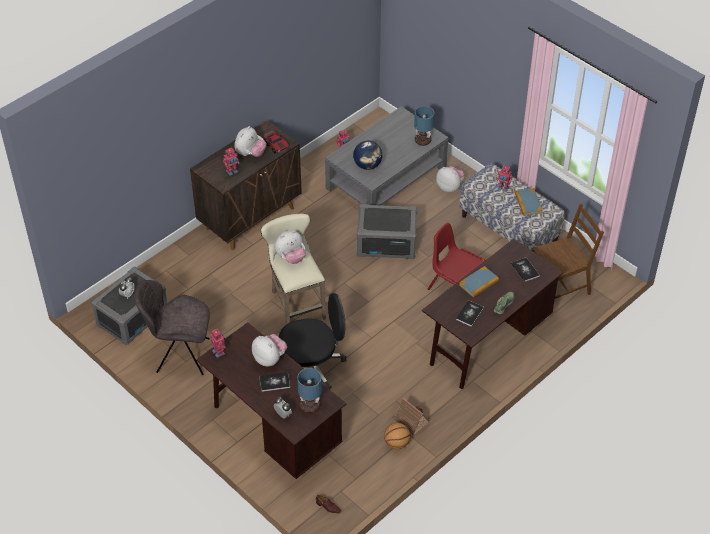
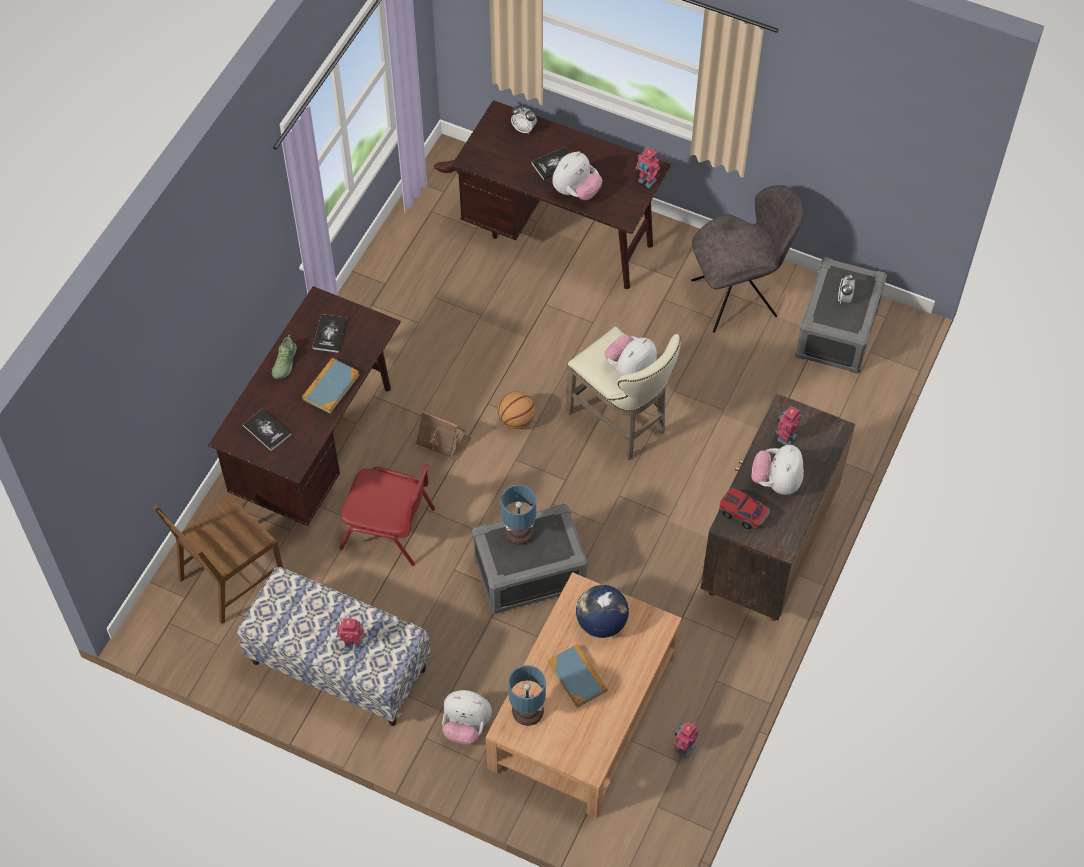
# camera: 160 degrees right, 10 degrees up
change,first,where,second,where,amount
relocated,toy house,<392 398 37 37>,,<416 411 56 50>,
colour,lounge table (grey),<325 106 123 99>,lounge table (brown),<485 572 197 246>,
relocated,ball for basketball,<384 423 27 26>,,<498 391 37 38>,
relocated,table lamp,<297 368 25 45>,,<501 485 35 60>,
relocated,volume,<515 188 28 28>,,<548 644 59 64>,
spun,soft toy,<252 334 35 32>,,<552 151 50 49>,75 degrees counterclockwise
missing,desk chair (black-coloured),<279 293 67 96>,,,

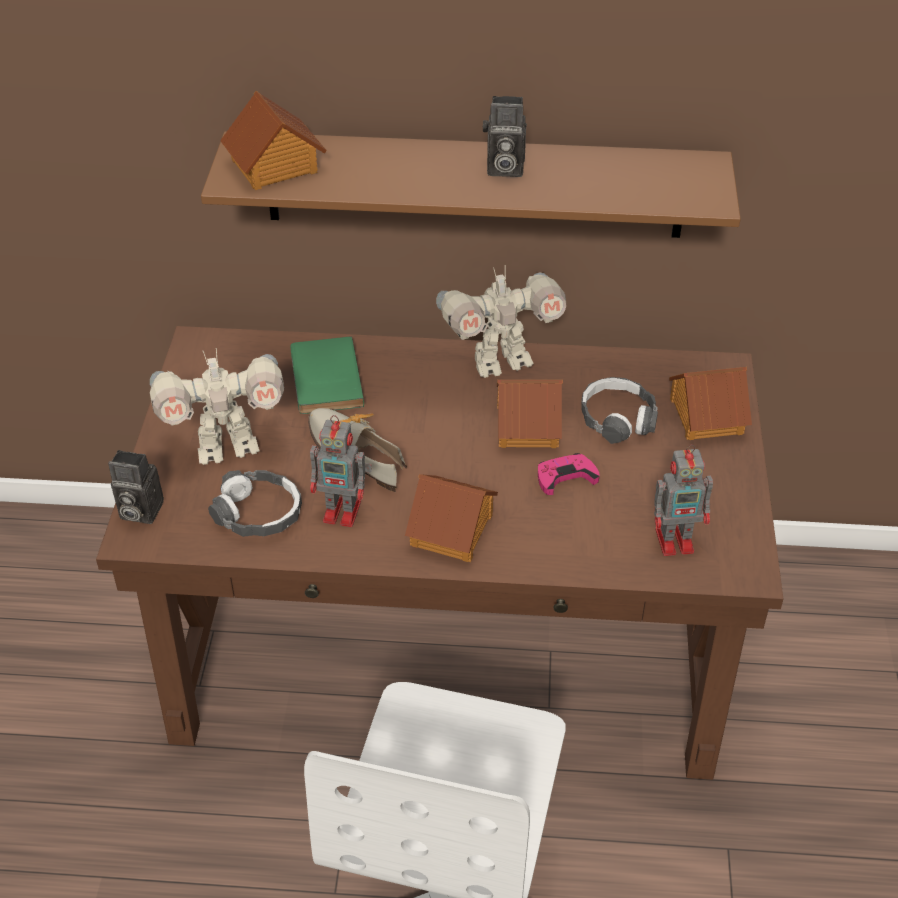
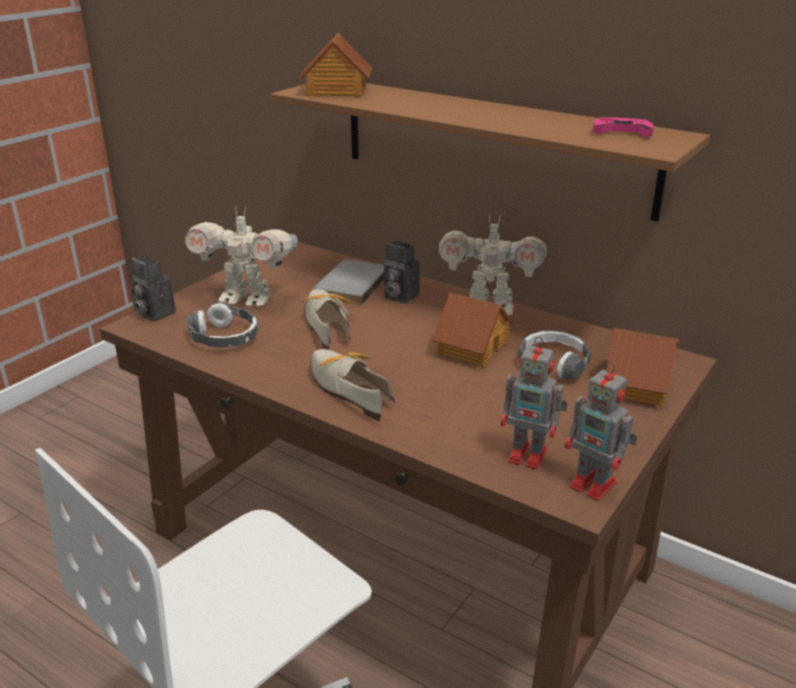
# camera: 30 degrees right, 15 degrees down
change,first,where,second,where,amount
exchanged,toy house,<405 474 93 88>,item of footwear,<310 349 85 72>,
colour,volume (green-coloured),<290 337 74 77>,volume (grey),<314 259 70 46>,
relocated,photo camera,<483 96 44 81>,,<384 241 36 63>,
relocated,model robot,<310 415 62 112>,,<565 361 73 140>,
relocated,joypad (pink-coloured),<538 453 62 42>,,<593 117 61 20>,

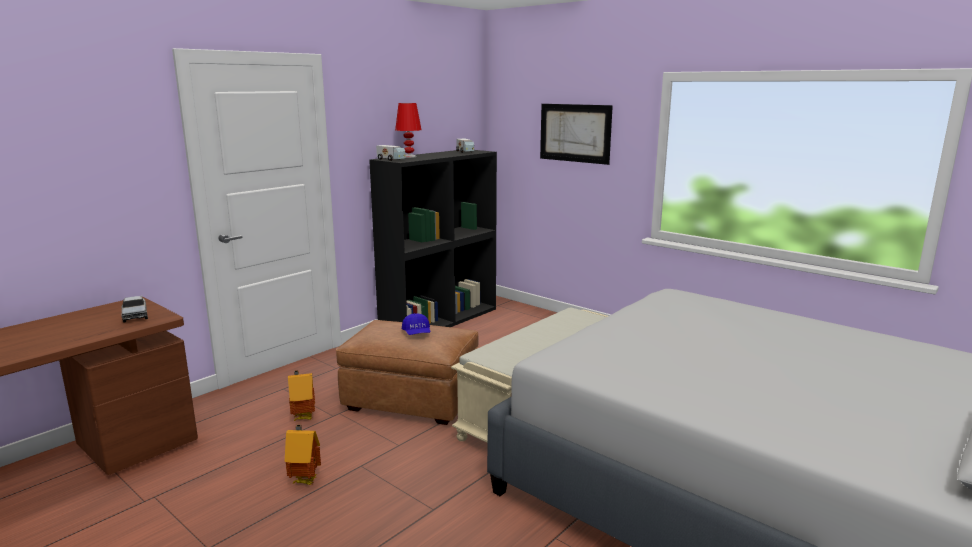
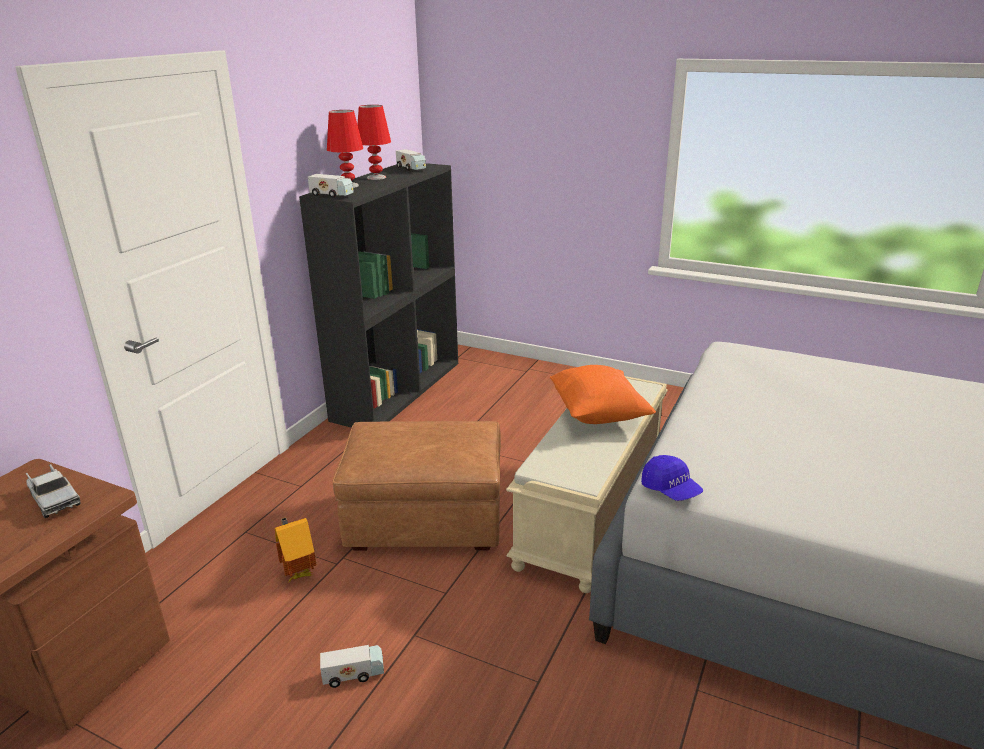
# camera: 15 degrees left, 10 degrees up
change,first,where,second,where,amount
exchanged,toy house,<285 425 36 60>,toy lorry,<320 645 64 43>,
appeared,,,table lamp (red),<357 105 34 75>,
appeared,,,cushion (orange-coloured),<550 365 106 59>,
relocated,peaked cap (blue),<402 313 28 22>,,<641 455 62 46>,
missing,wall picture,<540 104 73 61>,,,

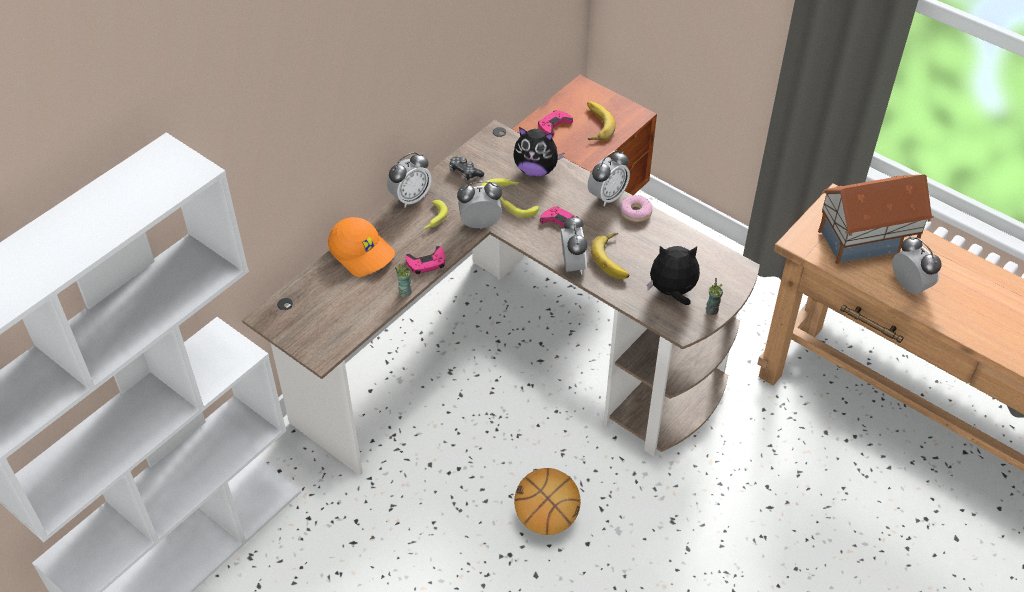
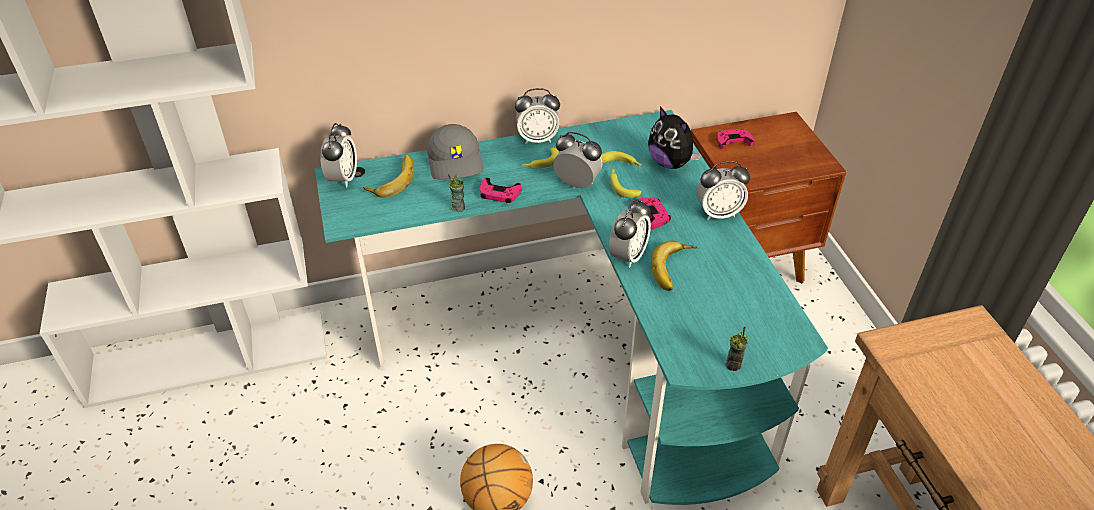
# camera: 35 degrees right, 5 degrees down
change,first,where,second,where,amount
colour,desk unit (brown),<242 120 518 356>,desk unit (turquoise),<315 110 513 395>,
relocated,alarm clock,<892 236 50 58>,,<320 123 37 64>,
relocated,banana,<587 102 29 39>,,<363 154 51 44>,
colour,peaked cap (orange-coloured),<328 217 67 60>,peaked cap (grey),<427 124 57 55>,
missing,joypad,<449 157 35 23>,,,
missing,donut,<621 195 31 27>,,,
missing,soft toy,<647 246 53 59>,,,
missing,toy house,<818 175 116 89>,,,

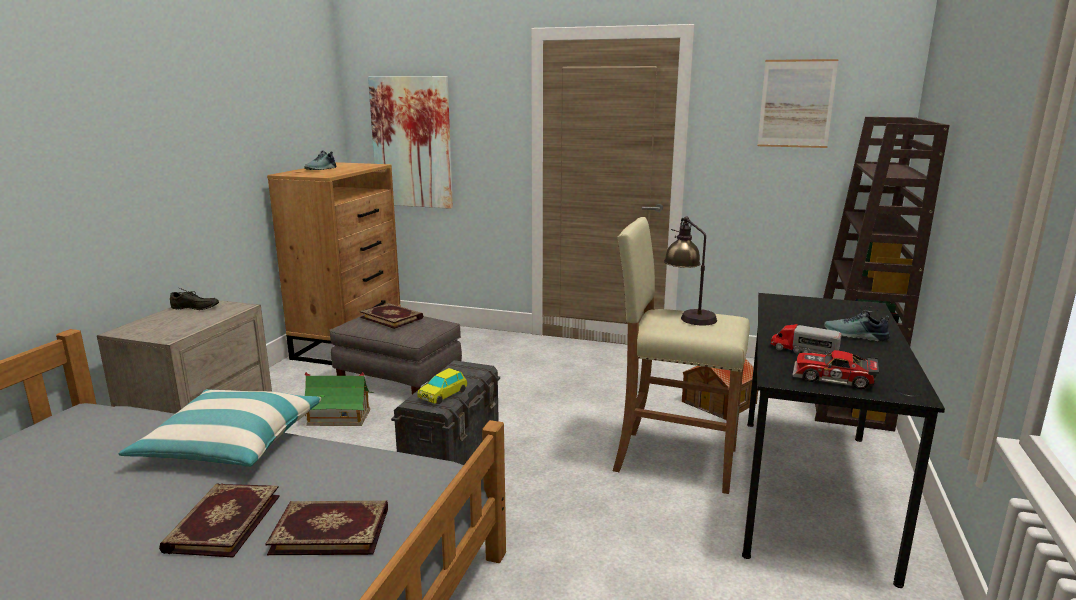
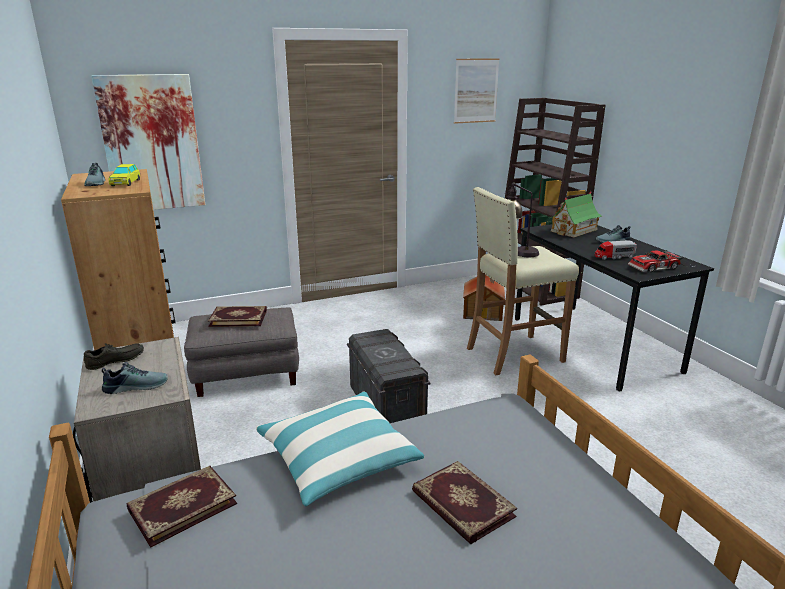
# camera: 40 degrees left, 5 degrees up
change,first,where,second,where,amount
appeared,,,item of footwear,<102 362 66 32>,
relocated,toy car,<417 368 50 36>,,<109 164 31 22>,
relocated,volume,<266 501 122 54>,,<126 466 111 82>,
relocated,toy house,<305 372 69 54>,,<550 191 53 47>,

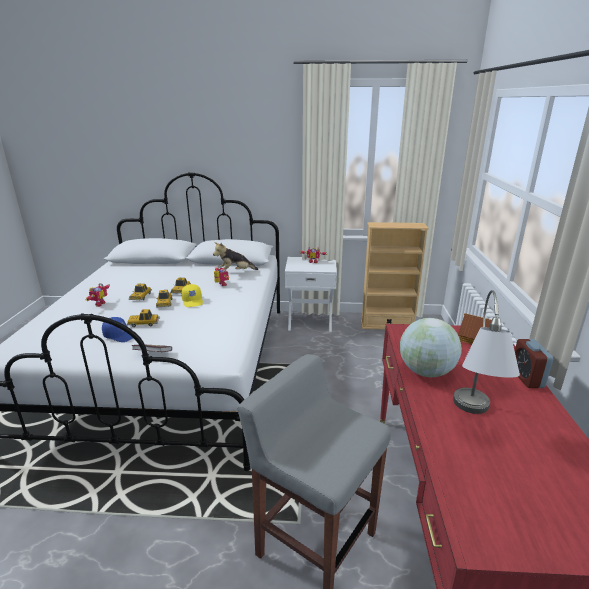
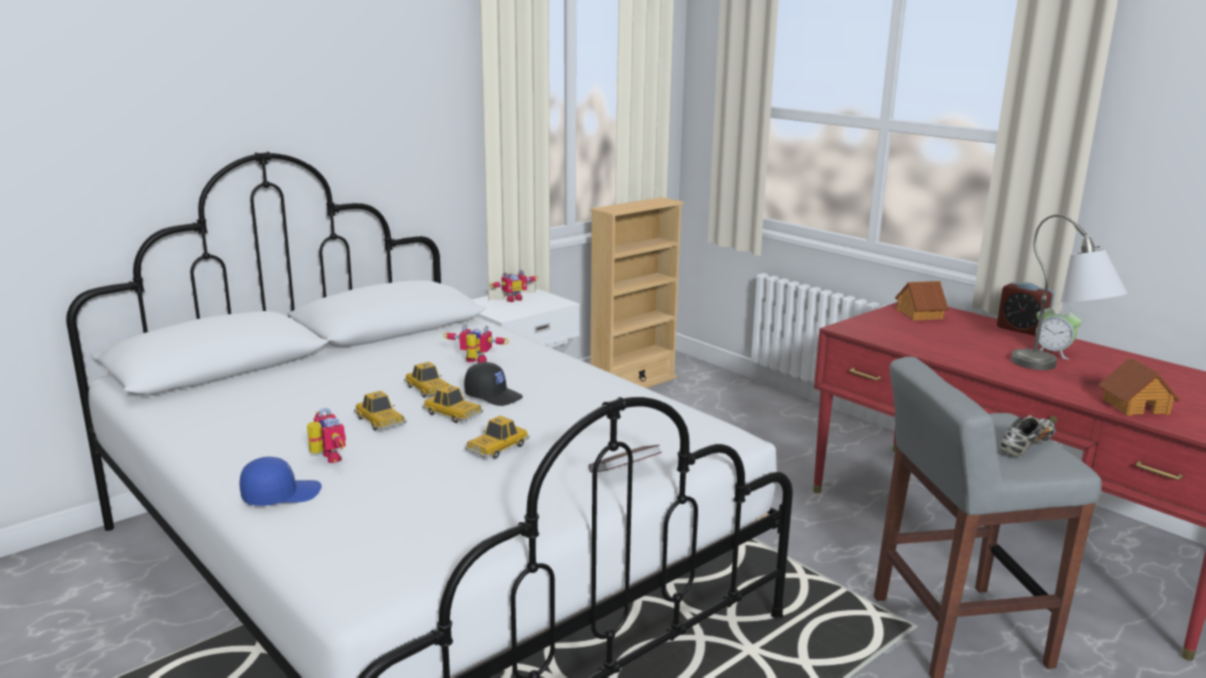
# camera: 45 degrees left, 5 degrees down
change,first,where,second,where,amount
relocated,peaked cap (blue),<102 317 35 25>,,<240 457 82 49>,
colour,peaked cap (yellow-coloured),<181 284 22 23>,peaked cap (black-coloured),<464 362 59 44>,
appeared,,,item of footwear,<1000 415 56 42>,
appeared,,,alarm clock,<1036 303 46 57>,
appeared,,,toy house,<1098 358 82 58>,
missing,soft toy,<213 242 45 29>,,,
missing,desk globe,<400 318 62 59>,,,

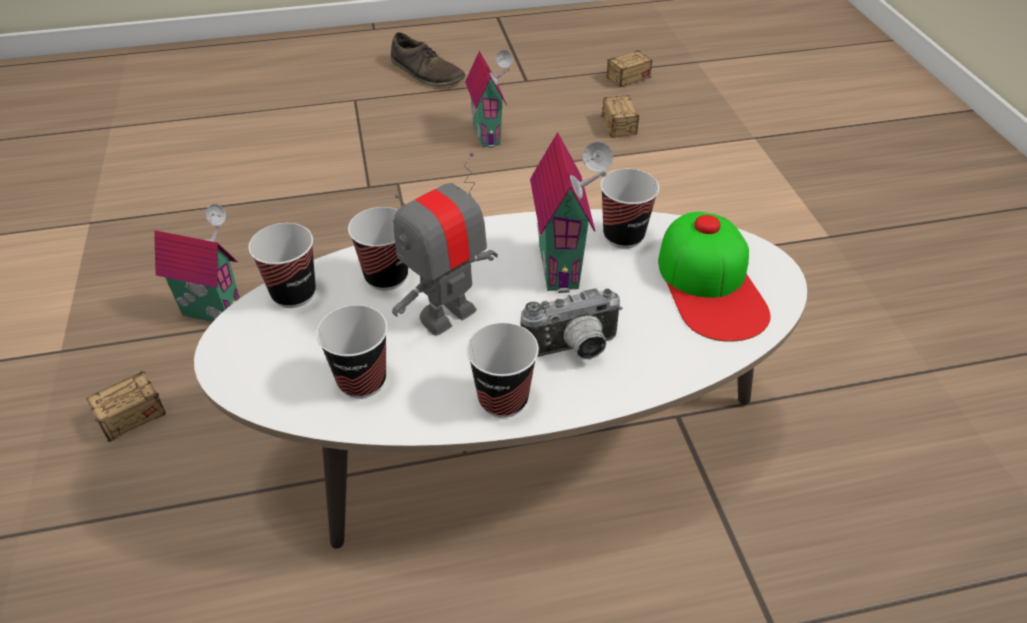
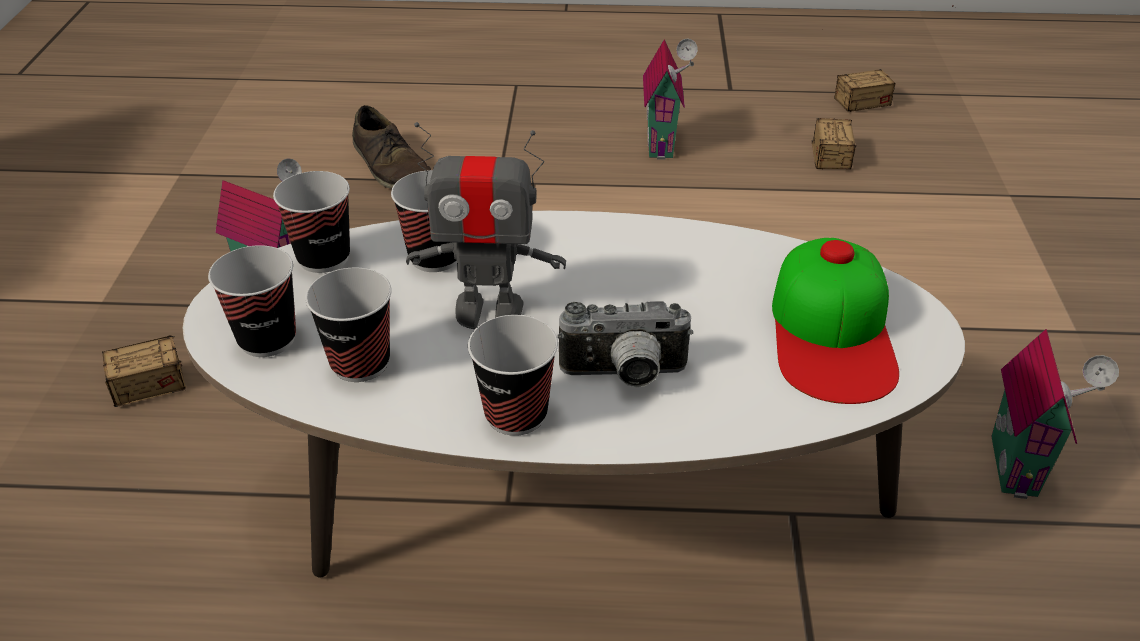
# camera: 15 degrees right, 5 degrees down
change,first,where,second,where,amount
relocated,cup,<600 169 59 79>,,<208 245 88 112>,
relocated,item of footwear (brown),<391 32 74 54>,,<352 105 79 84>,
spun,model robot,<392 152 106 184>,,<406 122 160 207>,150 degrees counterclockwise
relocated,toy house,<530 132 83 161>,,<991 329 128 170>,

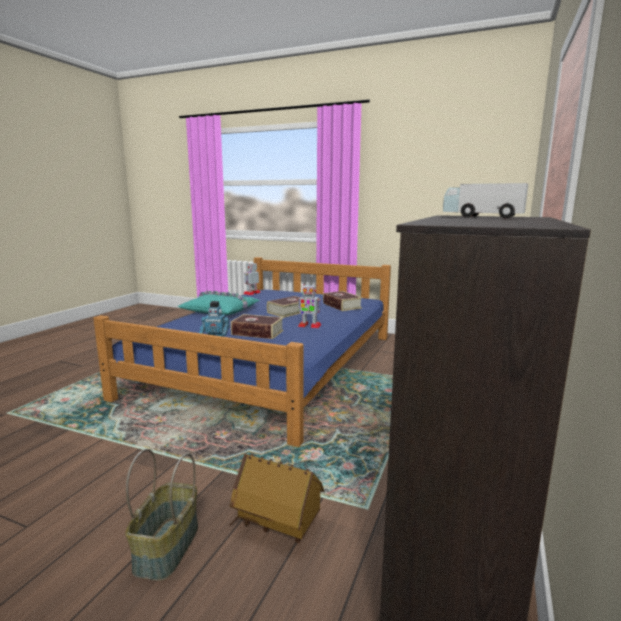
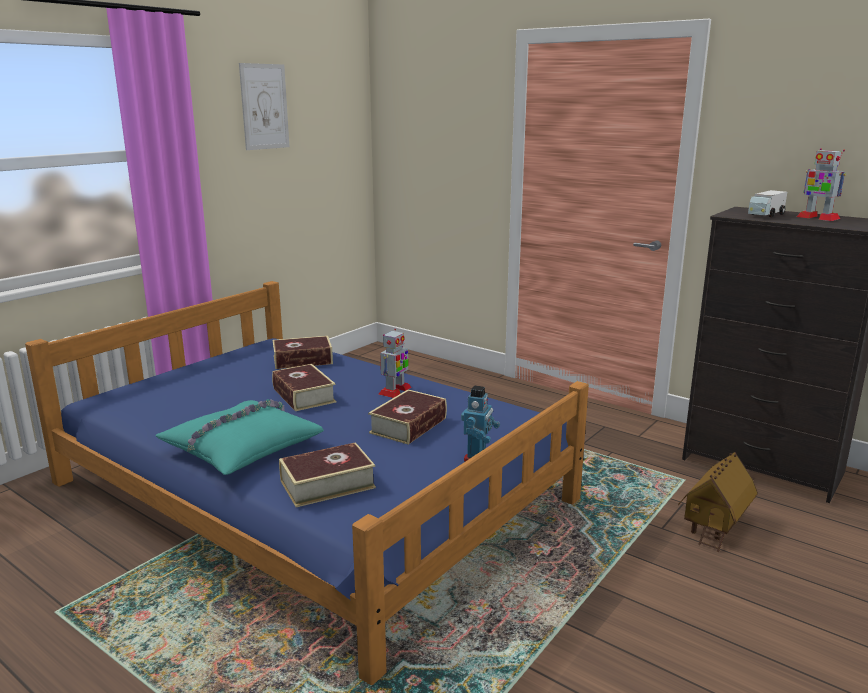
# camera: 75 degrees left, 5 degrees up
change,first,where,second,where,amount
appeared,,,wall picture,<239 63 50 87>,
appeared,,,volume,<279 442 97 65>,
relocated,model robot,<244 263 17 32>,,<797 148 49 73>,
missing,basket,<125 449 73 132>,,,

